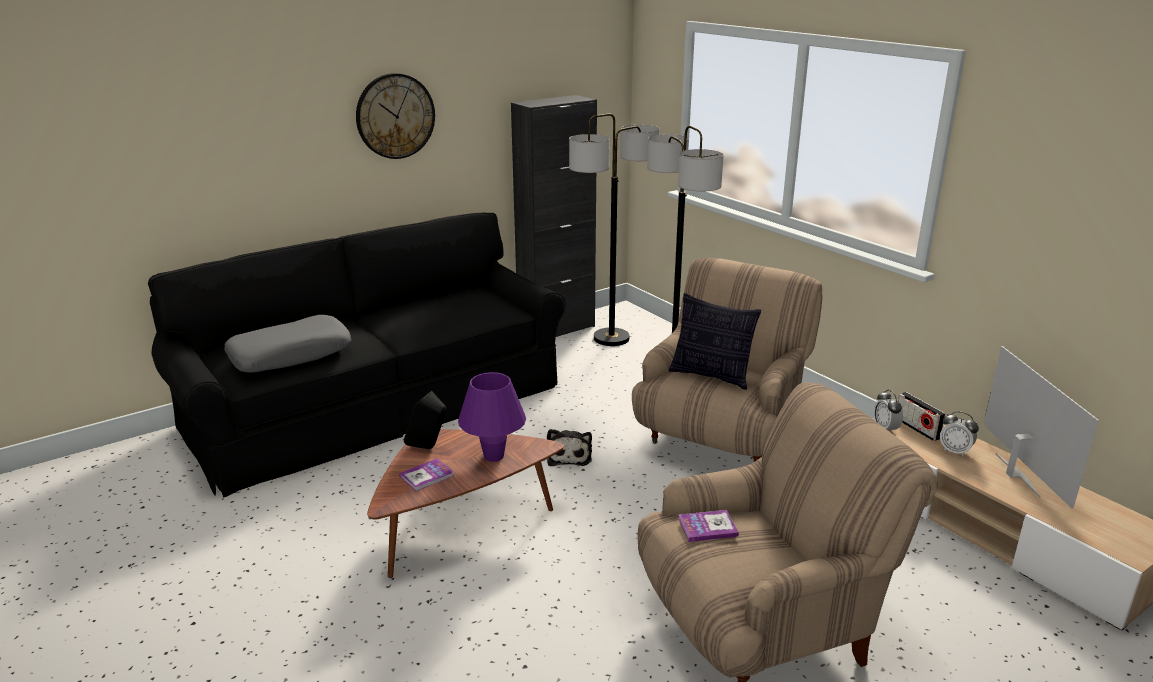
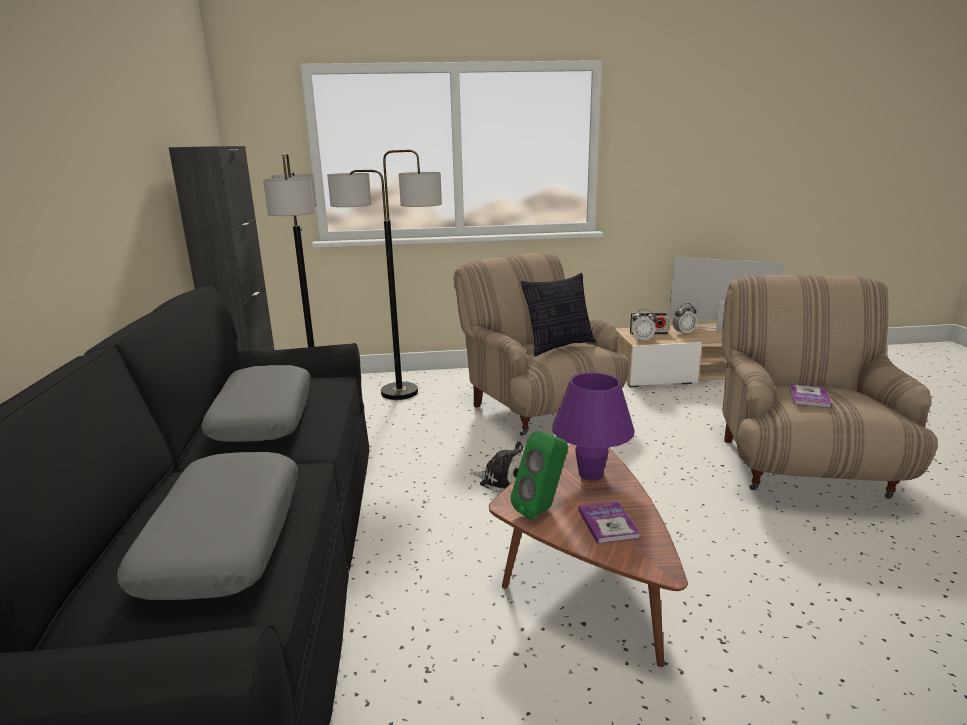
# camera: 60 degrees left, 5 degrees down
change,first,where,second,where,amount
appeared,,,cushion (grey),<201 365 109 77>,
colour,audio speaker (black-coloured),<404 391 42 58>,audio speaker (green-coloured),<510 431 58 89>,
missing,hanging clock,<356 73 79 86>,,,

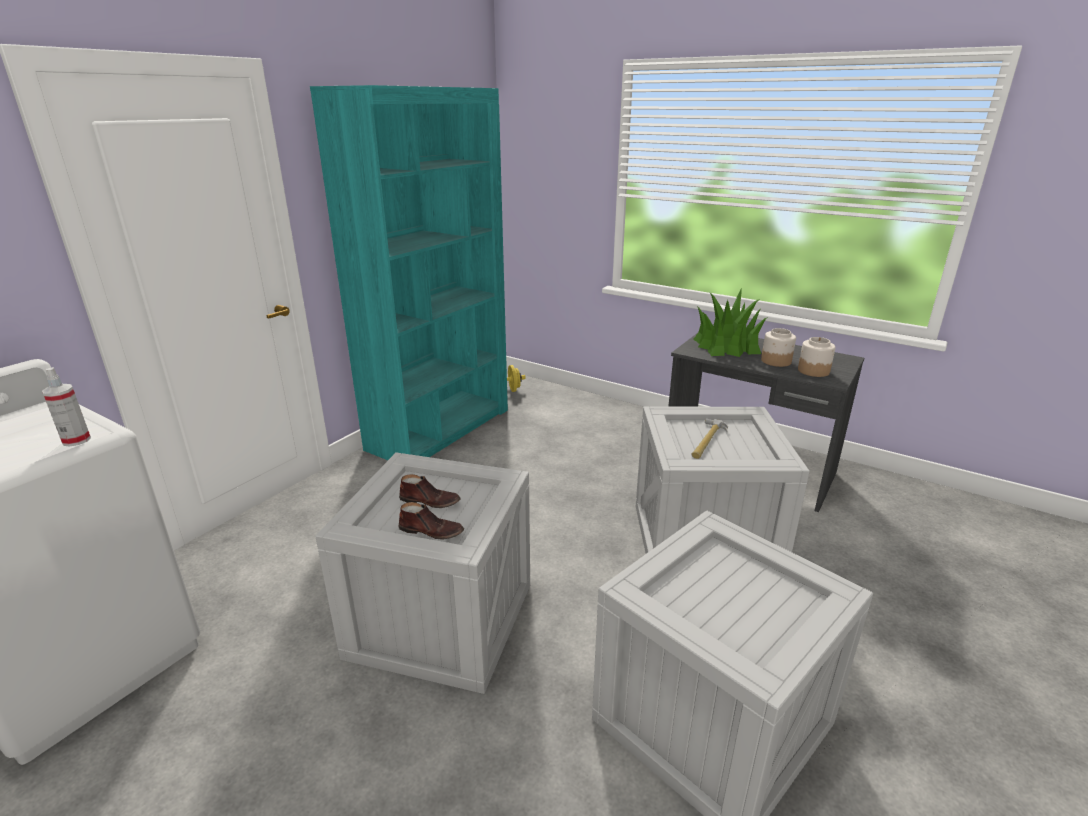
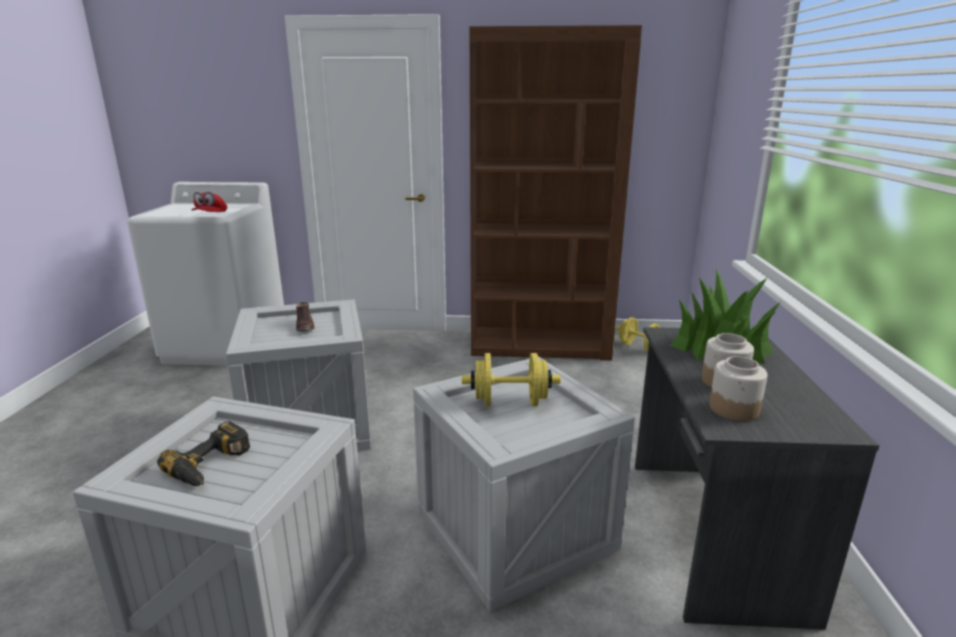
# camera: 60 degrees right, 5 degrees down
change,first,where,second,where,amount
appeared,,,electric drill,<157 421 93 65>,
exchanged,spray bottle,<42 367 49 80>,peaked cap (red),<191 192 36 20>,
exchanged,tool hammer,<692 418 36 41>,hand weight (yellow-coloured),<462 353 99 54>,
colour,bookcase (turquoise),<310 85 198 375>,bookcase (brown),<469 25 173 336>,
missing,item of footwear (brown),<399 502 65 38>,,,

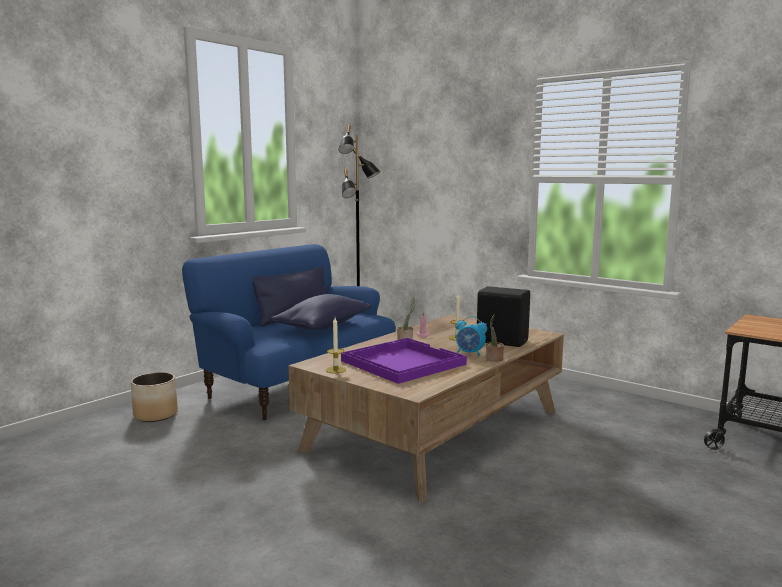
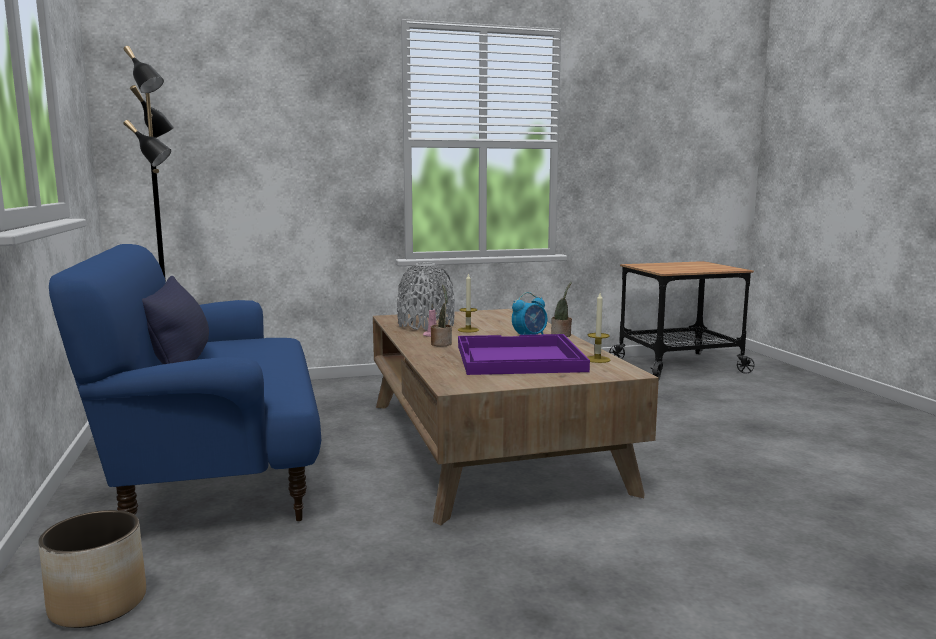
# camera: 55 degrees left, 0 degrees up
change,first,where,second,where,amount
appeared,,,decorative vase (grey),<397 263 58 68>,
relocated,wax light,<326 318 20 56>,,<587 293 24 70>,
missing,cushion (blue),<270 294 101 36>,,,
missing,audio speaker (black-coloured),<477 286 53 61>,,,

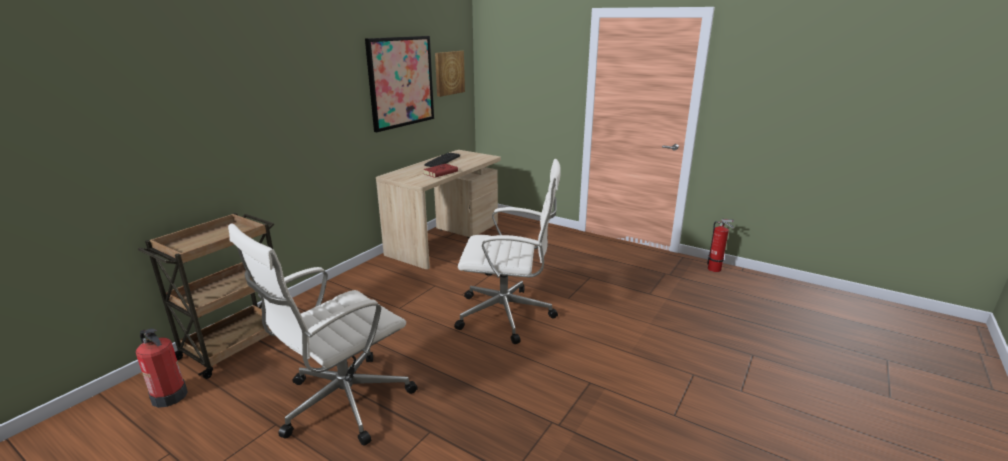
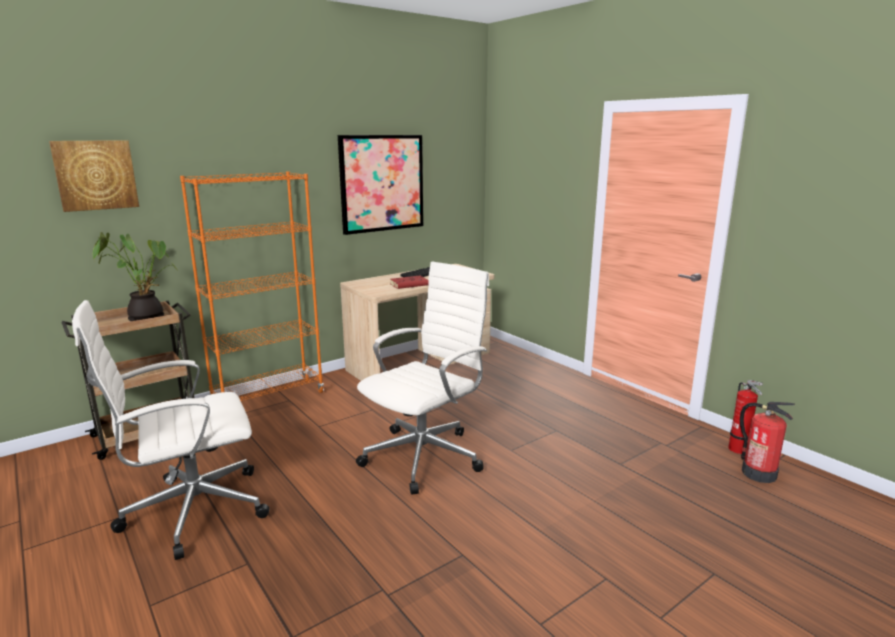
# camera: 20 degrees right, 5 degrees down
change,first,where,second,where,amount
relocated,wall picture,<435 51 30 46>,,<49 140 90 72>,
appeared,,,plant in a pot,<93 232 86 89>,
appeared,,,bookcase (orange-coloured),<180 171 144 230>,
spun,desk chair (white-coloured),<454 159 107 185>,,<356 261 133 234>,75 degrees counterclockwise
relocated,fire extinguisher,<136 328 52 80>,,<740 402 55 81>,

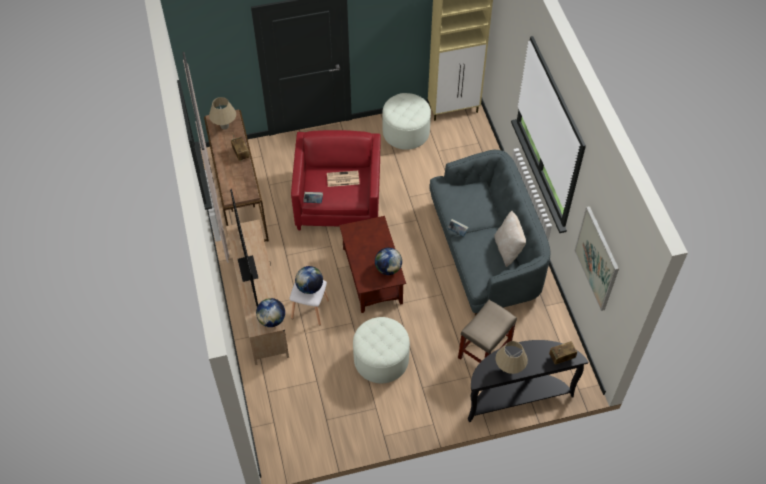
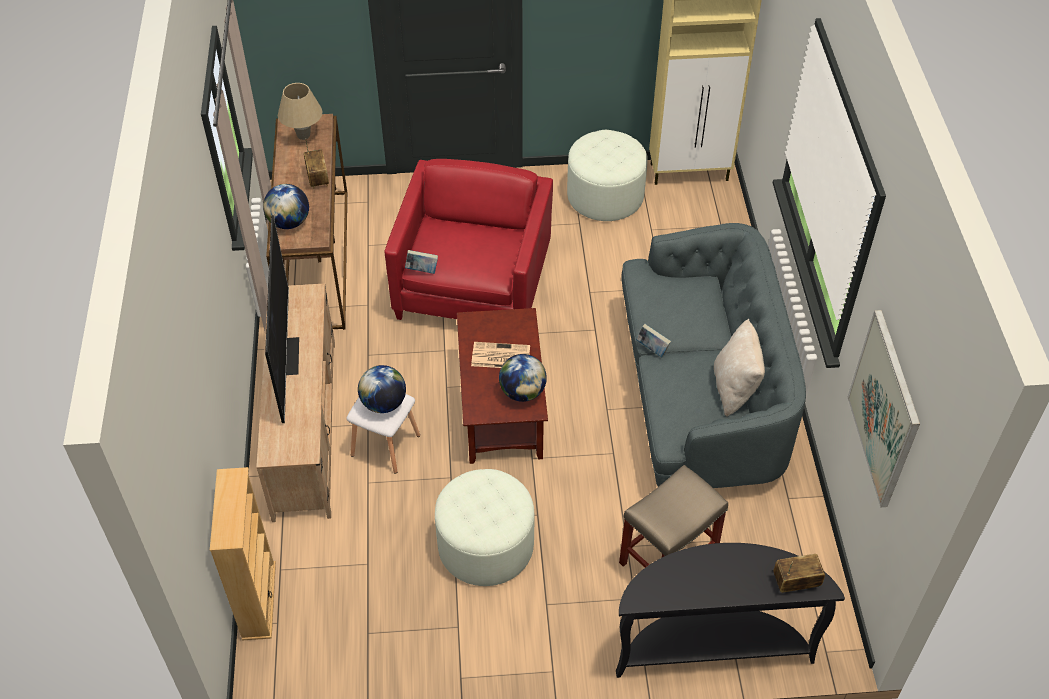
# camera: 10 degrees right, 5 degrees down
change,first,where,second,where,amount
appeared,,,bookcase (beige),<210 467 66 174>,
relocated,desk globe,<256 298 29 29>,,<263 184 46 45>,
relocated,daily paper,<327 171 33 16>,,<471 342 59 26>,
missing,table lamp (beige),<495 341 33 33>,,,

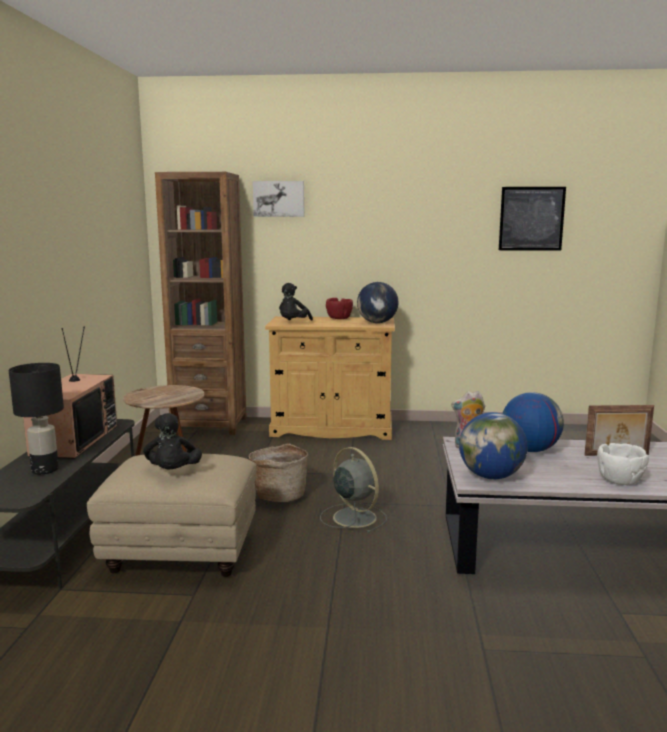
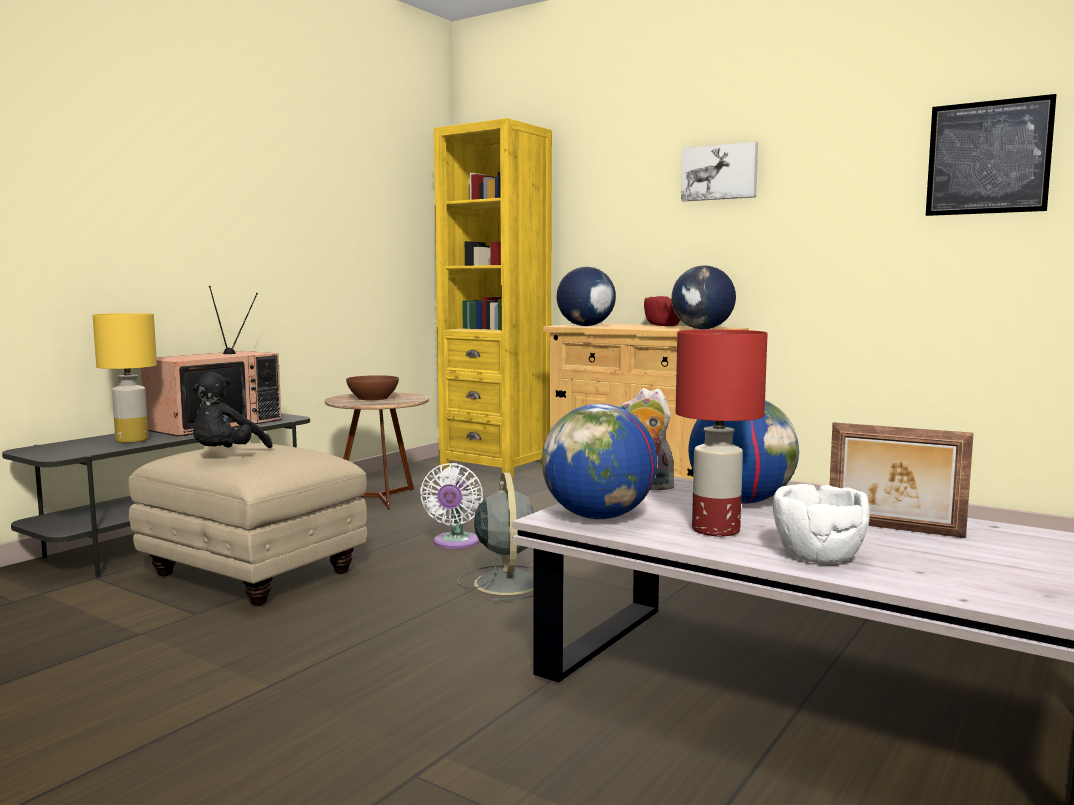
# camera: 30 degrees right, 5 degrees down
change,first,where,second,where,amount
colour,table lamp (black-coloured),<9 363 55 111>,table lamp (yellow-coloured),<93 313 64 130>,
appeared,,,deep dish (brown),<346 375 53 25>,
exchanged,basket,<248 443 60 59>,cooling fan (white-coloured),<420 463 63 86>,
colour,bookcase (brown),<155 172 92 263>,bookcase (yellow-coloured),<434 118 118 360>,
exchanged,soft toy (black-coloured),<279 283 34 37>,desk globe,<557 267 59 59>,
appeared,,,table lamp (red),<676 329 92 207>,
relocated,wall picture,<253 181 51 36>,,<681 141 77 60>,

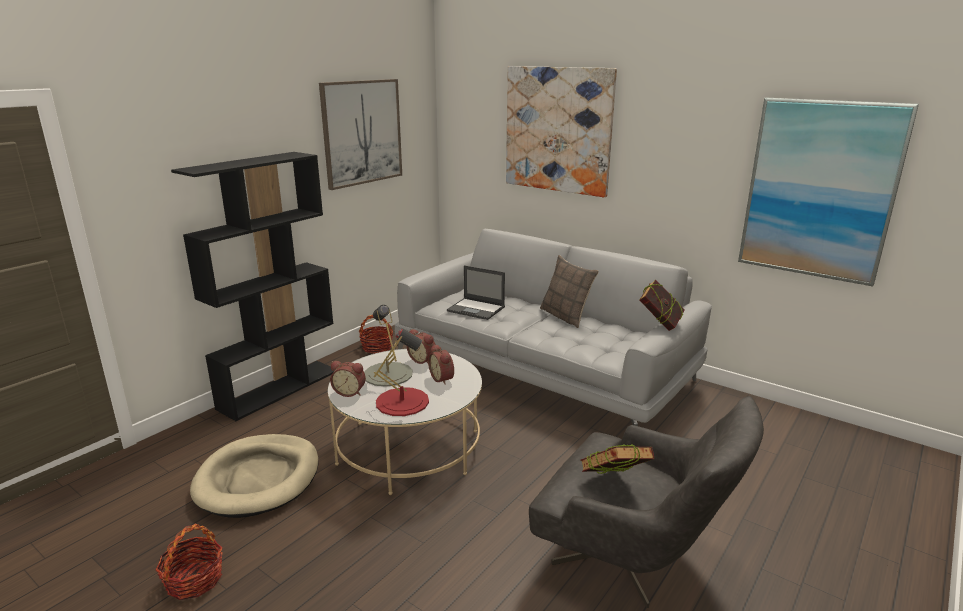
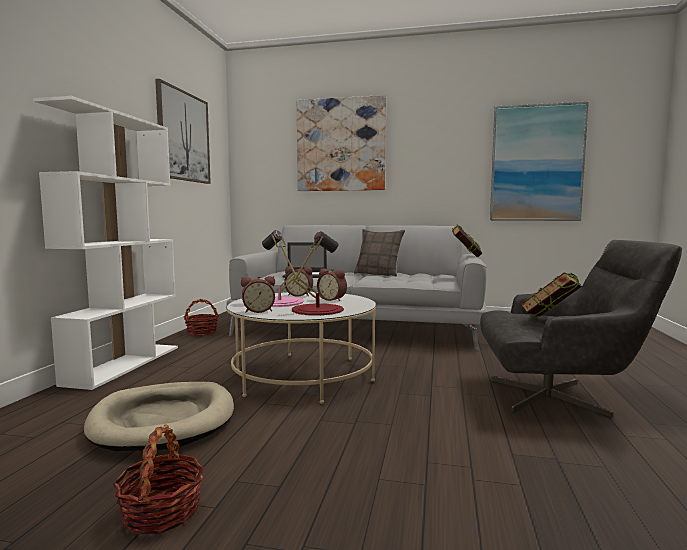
# camera: 25 degrees left, 15 degrees down
change,first,where,second,where,amount
colour,bookcase (black-coloured),<171 152 165 269>,bookcase (white-coloured),<33 96 145 294>,
colour,table lamp (grey),<364 305 48 82>,table lamp (pink-coloured),<262 230 41 77>,

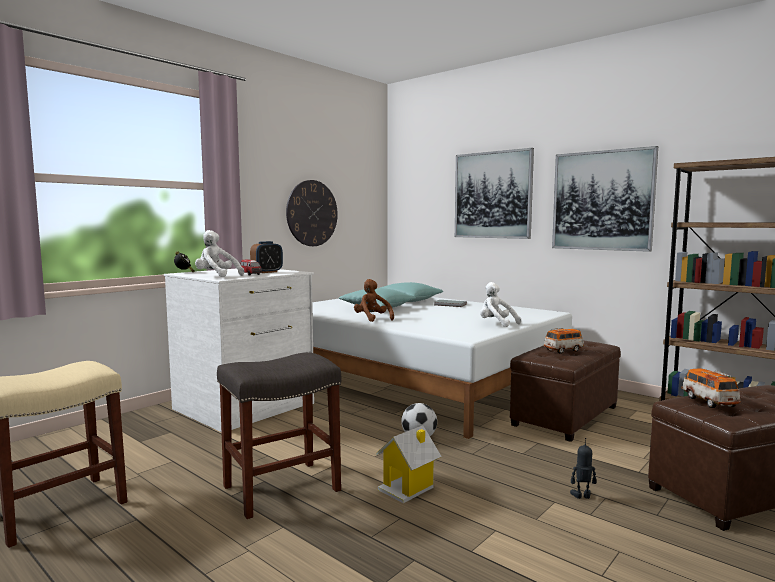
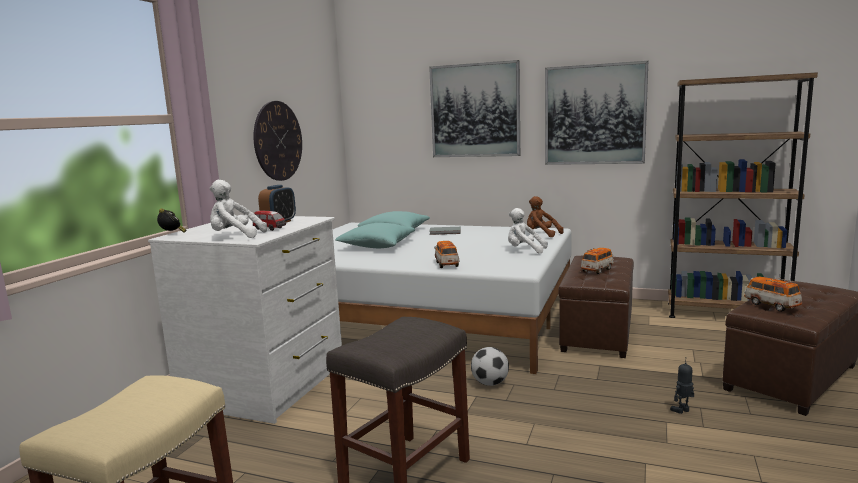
# camera: 20 degrees left, 5 degrees up
change,first,where,second,where,amount
appeared,,,toy car,<434 241 25 27>,
relocated,soft toy (brown),<354 279 40 43>,,<527 196 37 41>,
missing,toy house,<376 426 66 77>,,,

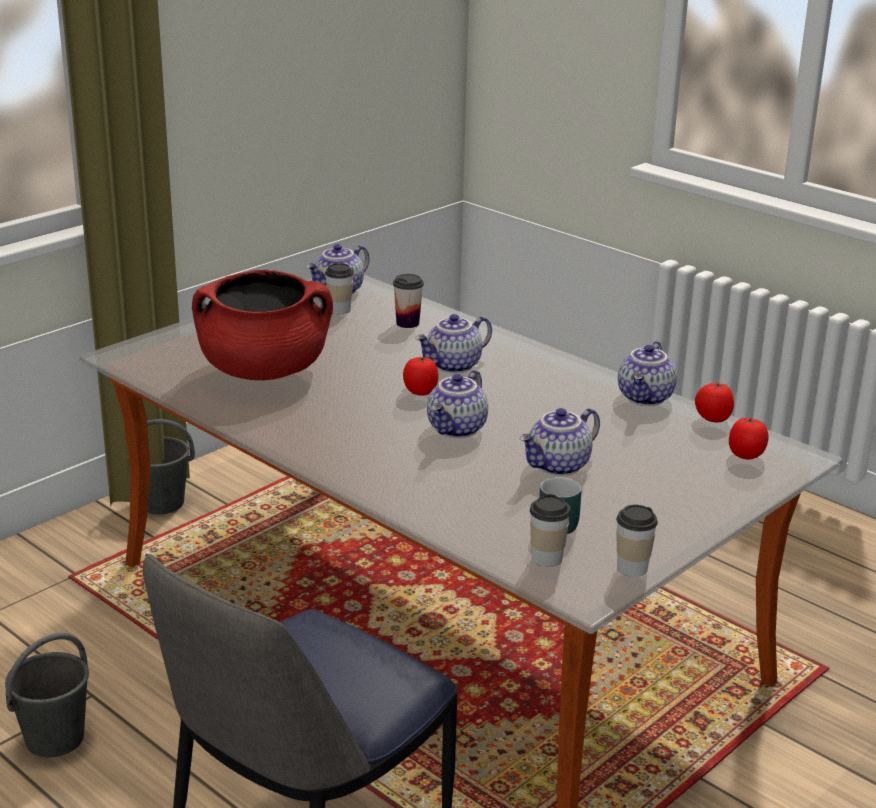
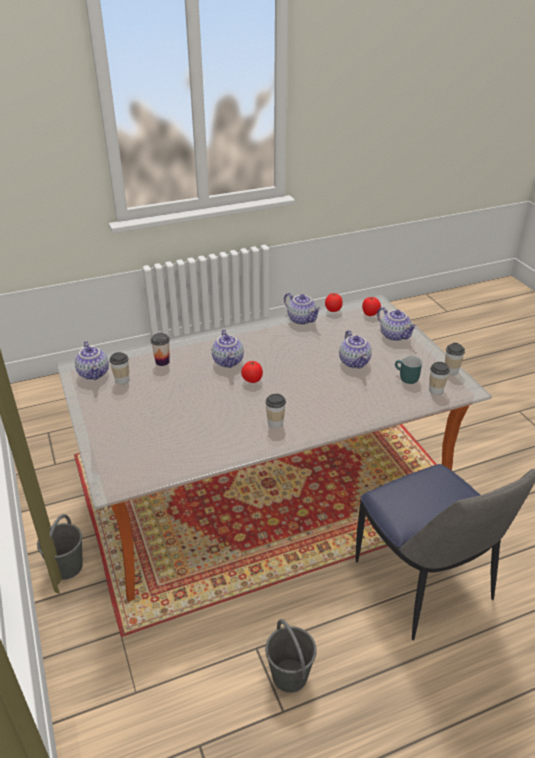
# camera: 65 degrees left, 10 degrees up
change,first,where,second,where,amount
appeared,,,cup,<266 394 20 34>,
relocated,pot for tea,<427 370 61 68>,,<377 307 40 34>,
missing,stockpot (red),<192 270 141 110>,,,

